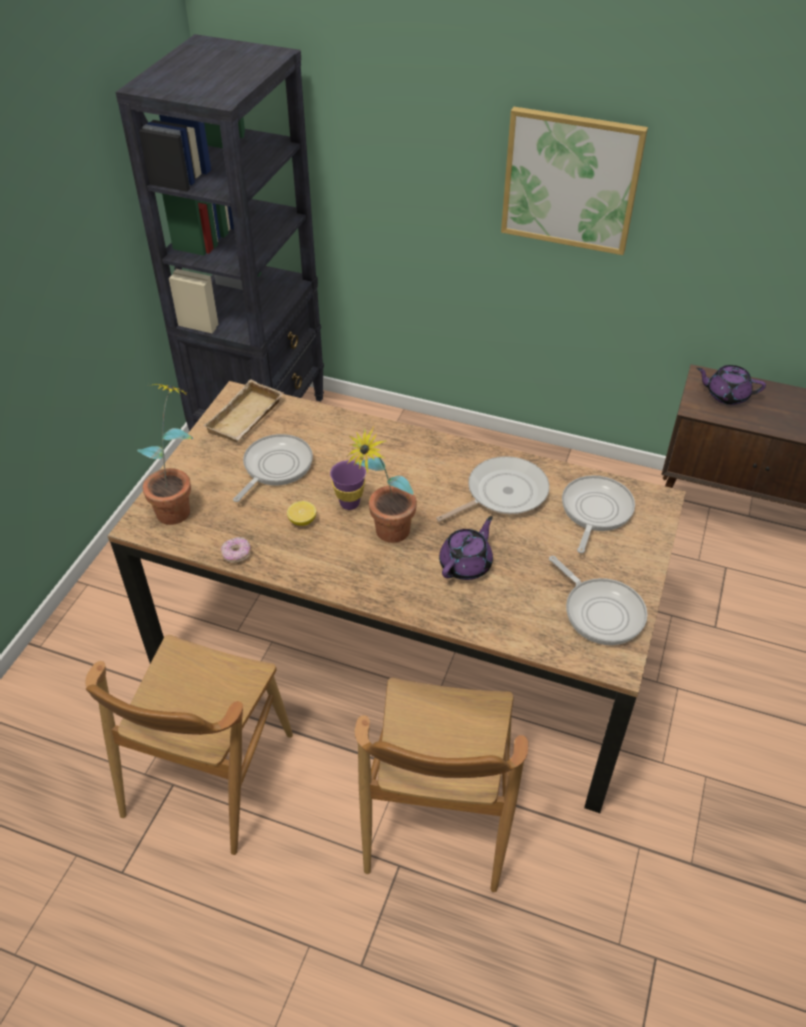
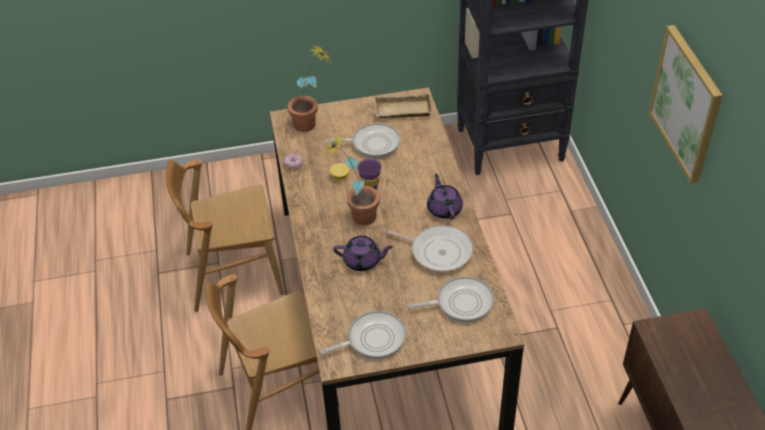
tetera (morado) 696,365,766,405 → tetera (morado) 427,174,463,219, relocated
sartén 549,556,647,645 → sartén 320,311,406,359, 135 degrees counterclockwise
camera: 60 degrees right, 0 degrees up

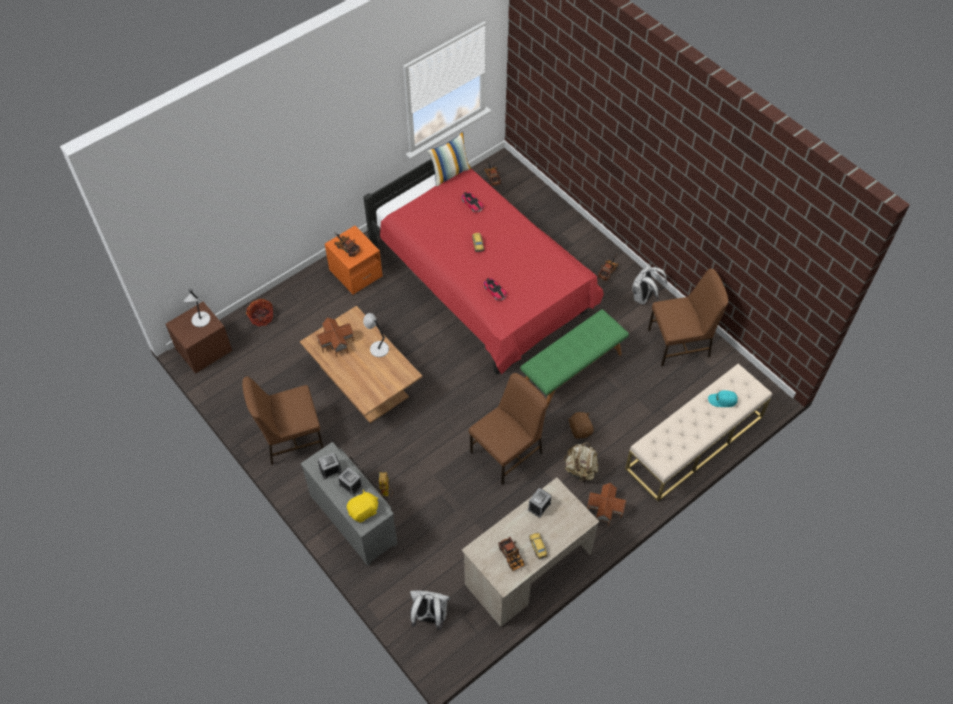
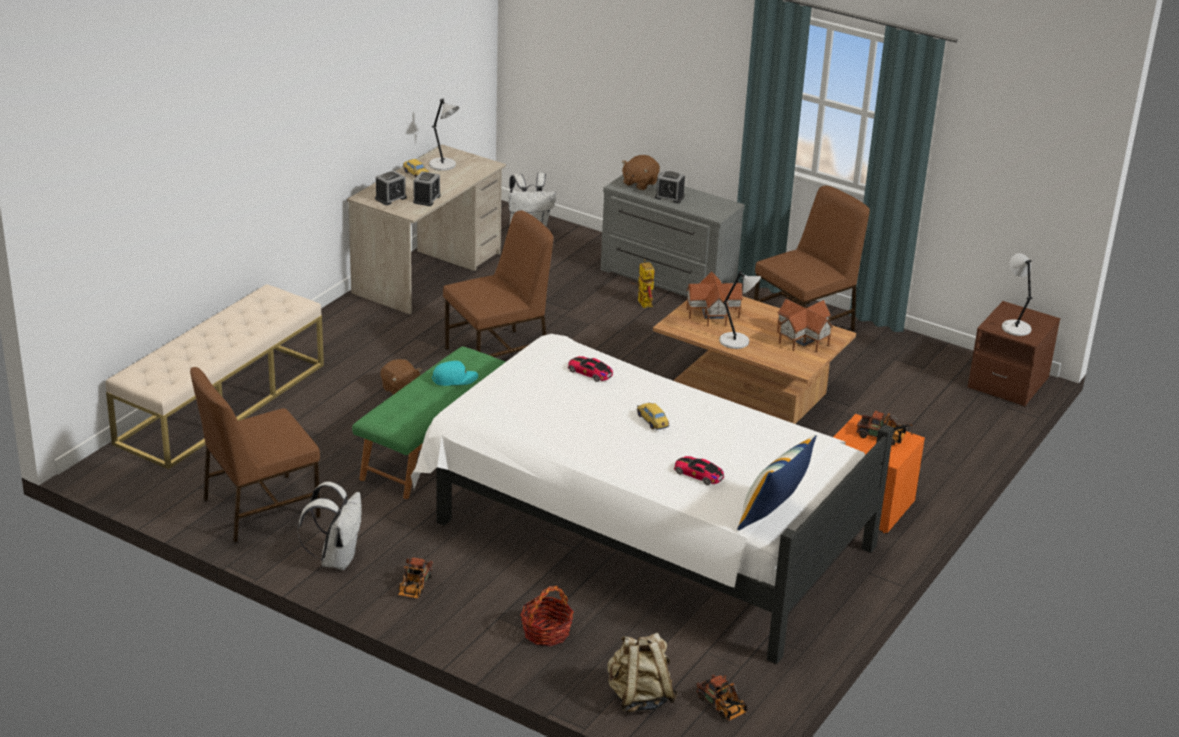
cama (rojo) 363,159,604,375 → cama (blanco) 411,334,894,664
cesta 246,299,273,327 → cesta 520,586,574,646, relocated
silla (marrón) 469,373,547,485 → silla (marrón) 443,210,554,357, 150 degrees counterclockwise
gorra (turquesa) 708,390,738,407 → gorra (turquesa) 432,361,478,386, relocated
mochila (beis) 564,443,599,482 → mochila (beis) 607,633,678,713, relocated
despertador 318,453,342,479 → despertador 375,170,407,205, relocated
casita 587,483,626,526 → casita 686,272,743,327, relocated
peluche (amarillo) 347,489,378,523 → peluche (marrón) 622,155,660,190
camión de juguete 498,537,525,571 → lámpara de mesa (gris) 429,98,459,171
camera: 160 degrees right, 25 degrees down

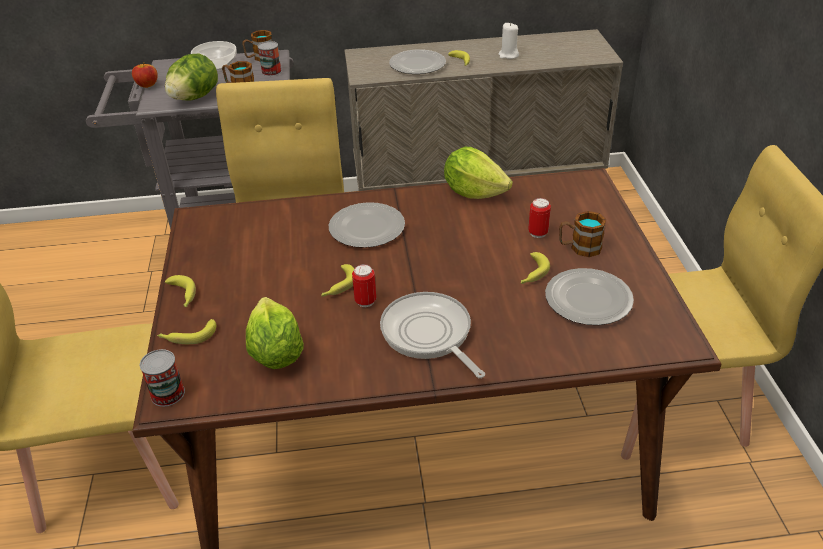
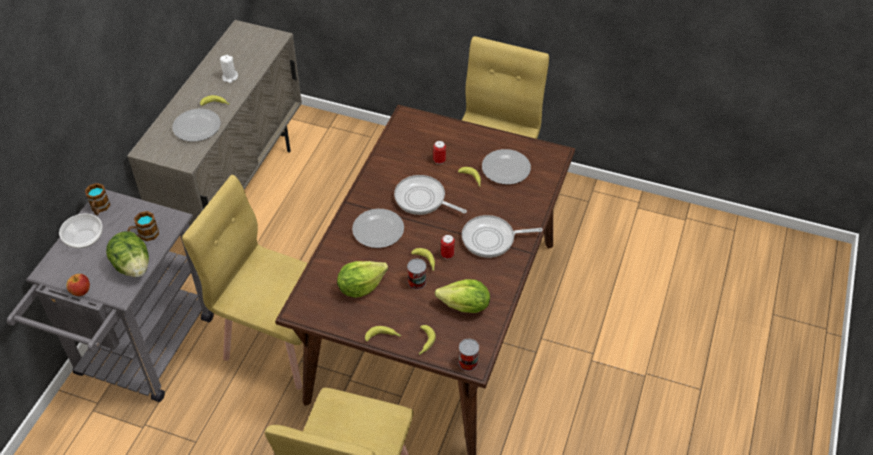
lata 258,41,282,76 → lata 407,259,426,290, relocated
lechuga 444,147,513,199 → lechuga 337,261,388,298, relocated
taza grande 559,211,606,257 → -
- → sartén 394,175,467,215
camera: 65 degrees left, 10 degrees up

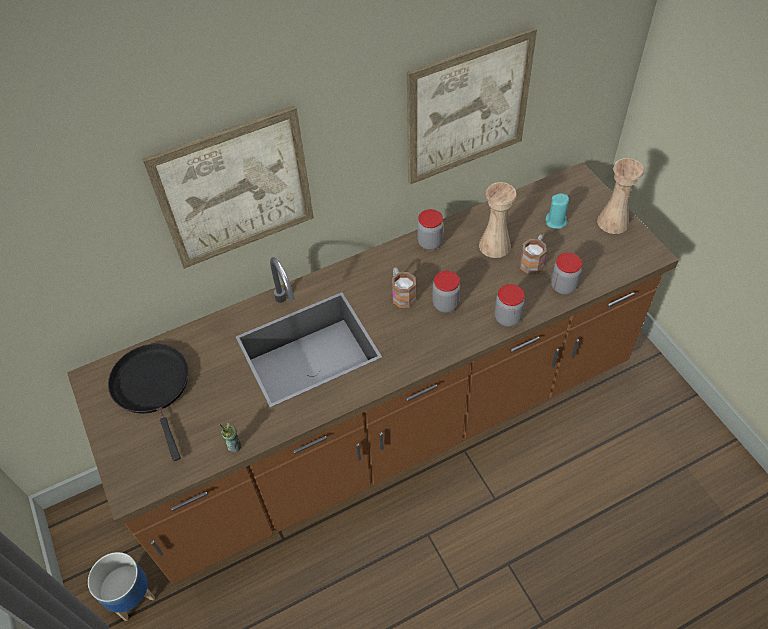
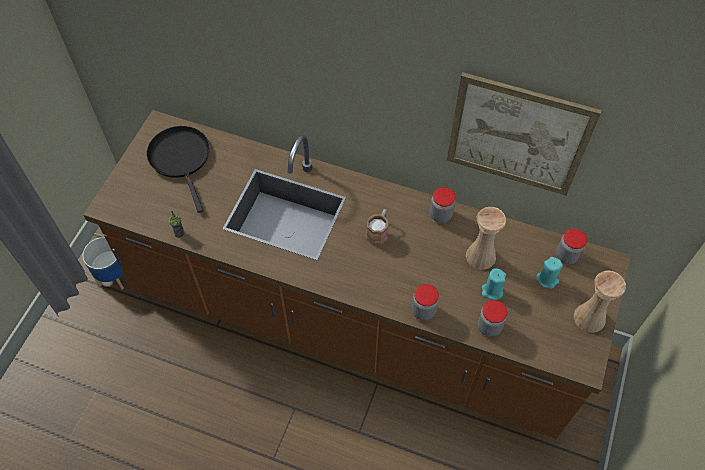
cuadro 142,105,314,269 → -
taza grande 520,234,547,274 → vela (turquesa) 482,268,506,300
tarro 432,270,461,313 → tarro 556,228,587,265, relocated
sartén (negro) 108,344,189,461 → sartén (negro) 147,126,210,213, 45 degrees counterclockwise
camera: 45 degrees right, 5 degrees up

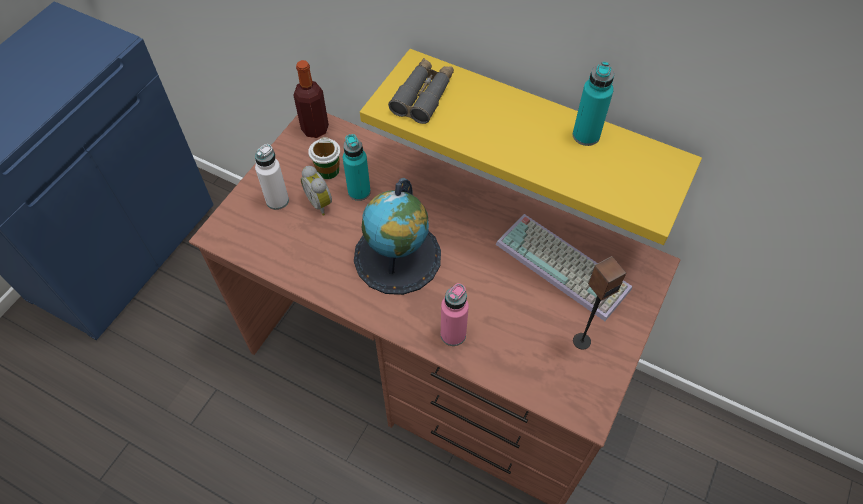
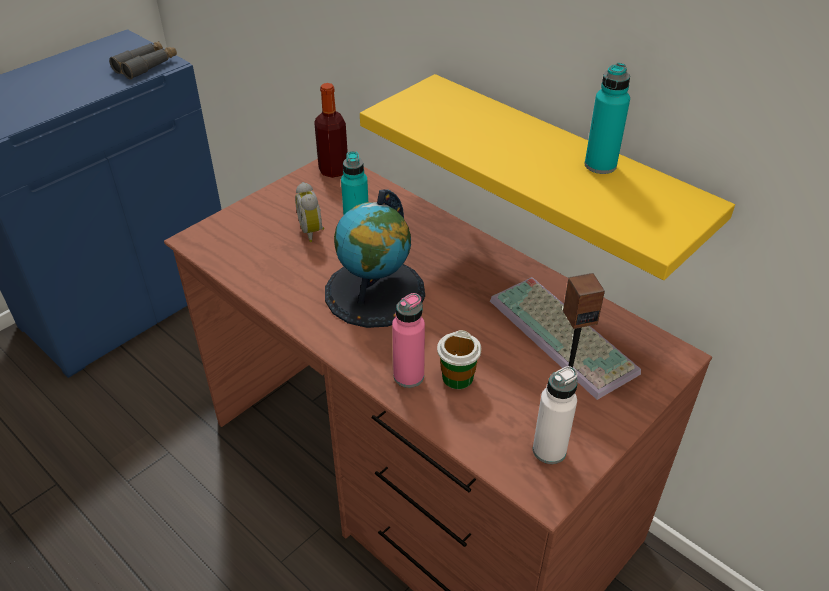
prismáticos (gris) 388,58,454,124 → prismáticos (gris) 109,41,177,80, relocated
taza 308,137,340,179 → taza 437,330,481,389, relocated
botella (blanco) 255,144,289,210 → botella (blanco) 533,366,578,464, relocated
camera: 15 degrees right, 15 degrees down

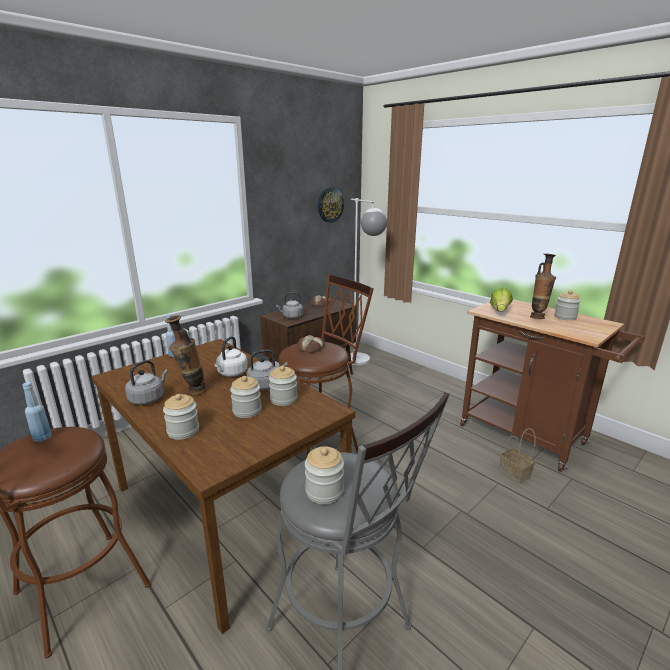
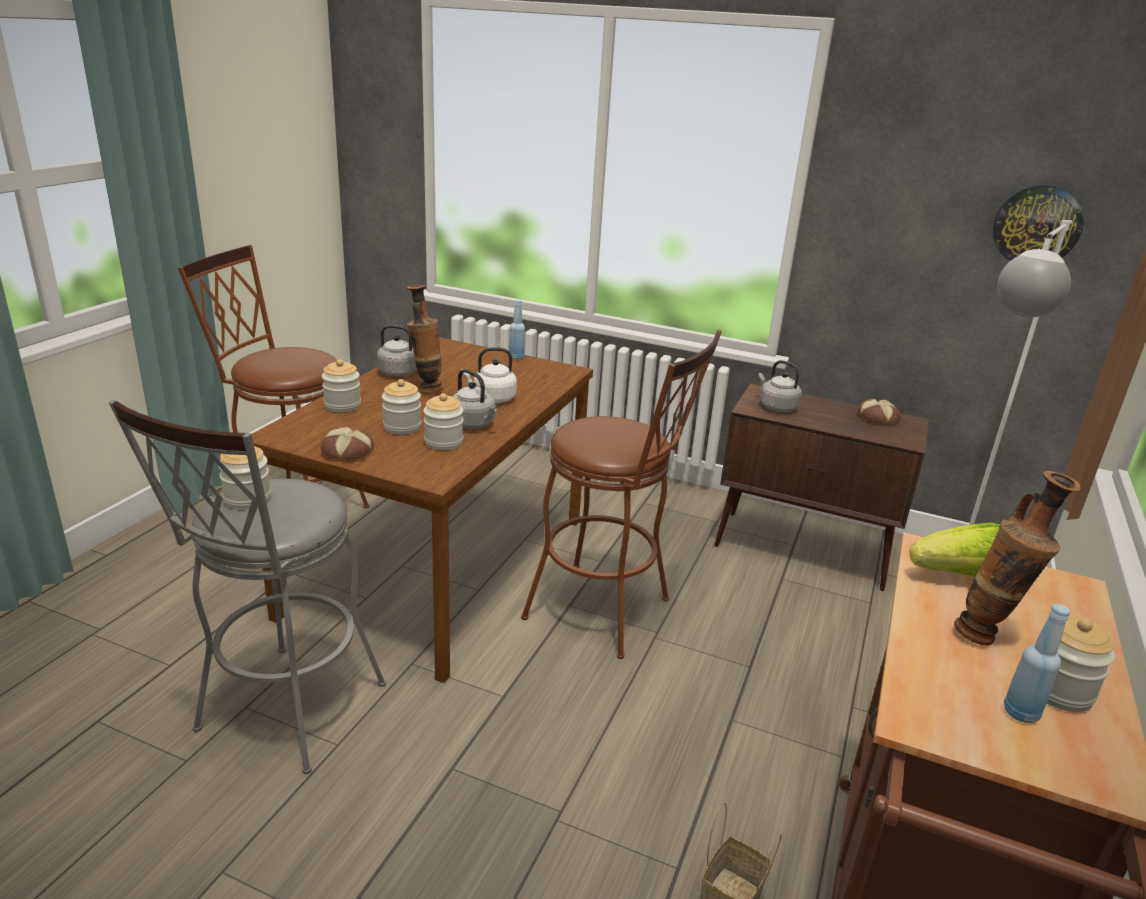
pan 297,335,325,353 → pan 321,427,374,460, relocated
botella (azul) 22,382,52,442 → botella (azul) 1004,604,1070,723, relocated
camera: 65 degrees right, 5 degrees up

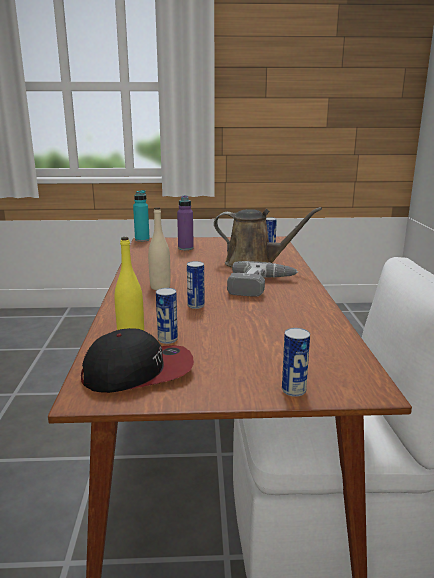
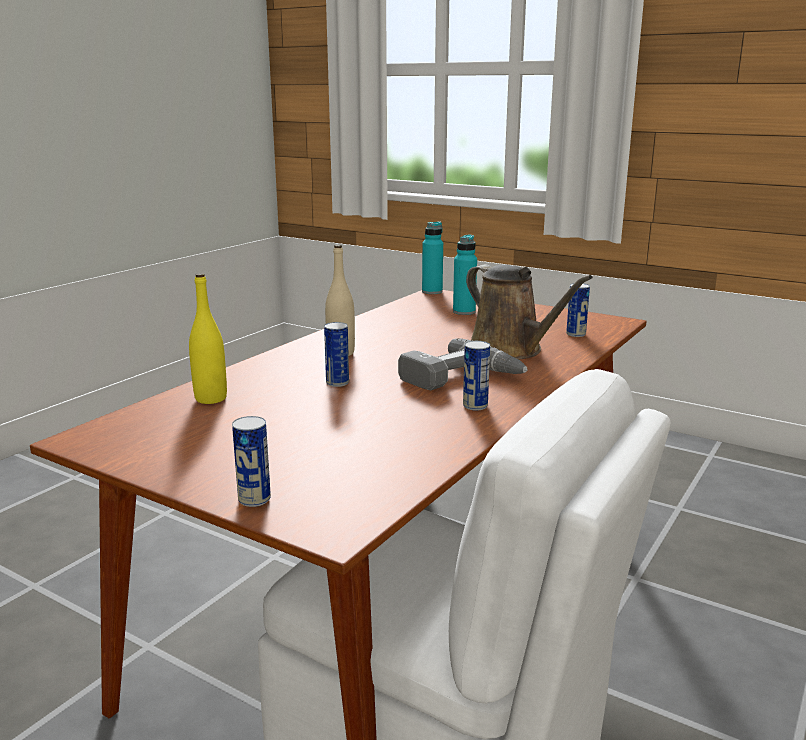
botella (morado) 177,195,194,250 → botella (turquesa) 453,235,477,315
lata 156,288,178,344 → lata 463,341,490,410, relocated
gorra 81,328,194,393 → -
camera: 35 degrees right, 0 degrees up

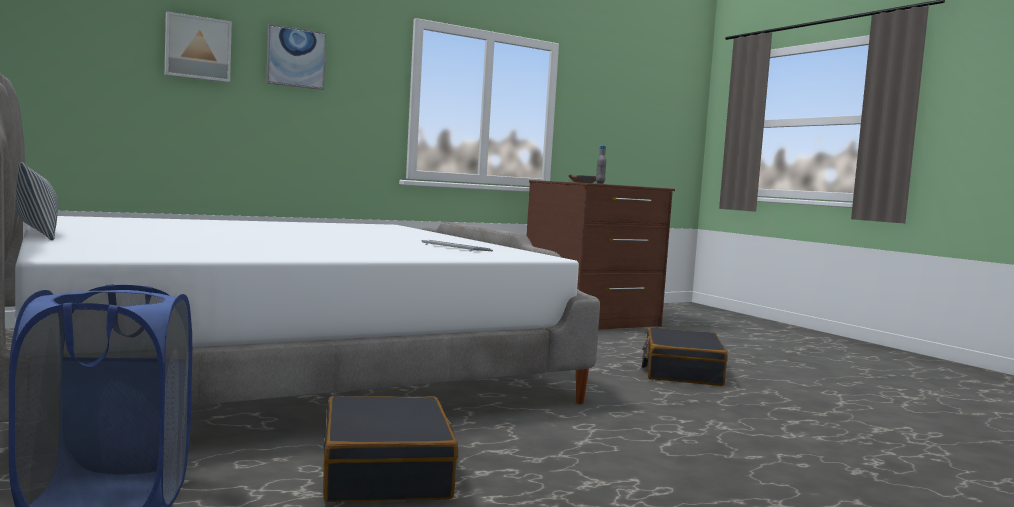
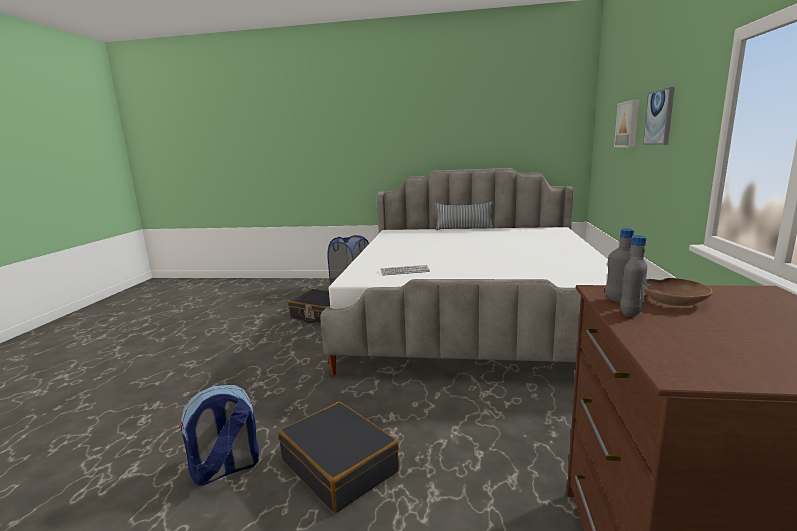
- → botella (gris) 620,235,647,317
- → mochila 179,385,259,486
camera: 130 degrees right, 10 degrees up

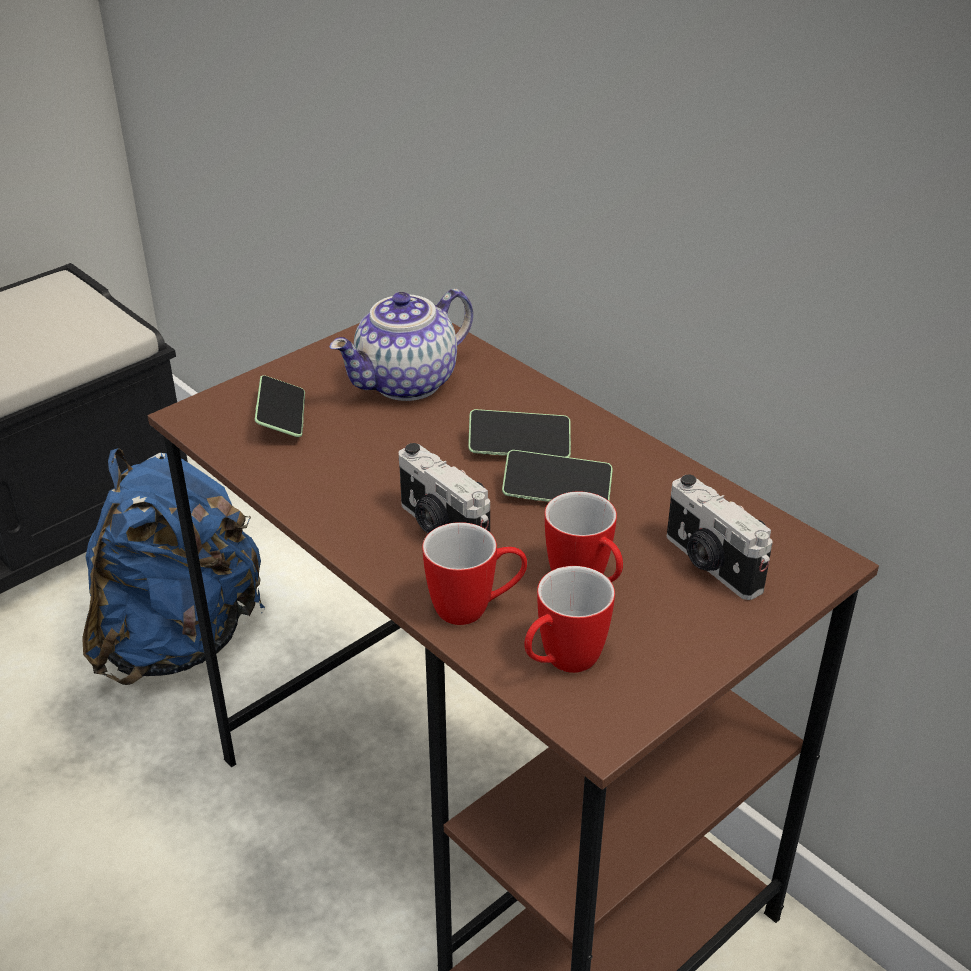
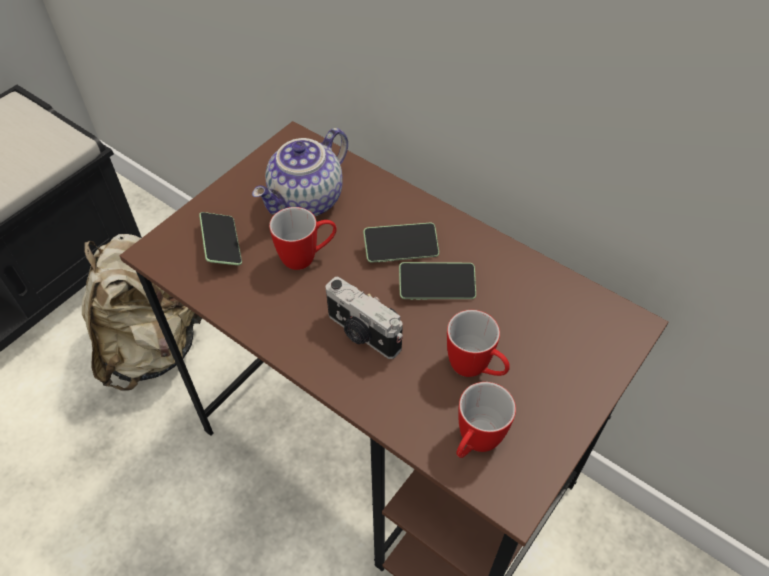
mochila (azul) 82,448,265,685 → mochila (beis) 82,234,202,391
cámara 667,475,773,600 → -
taza grande 422,522,527,625 → taza grande 269,207,337,270, relocated
camera: 10 degrees left, 15 degrees up

